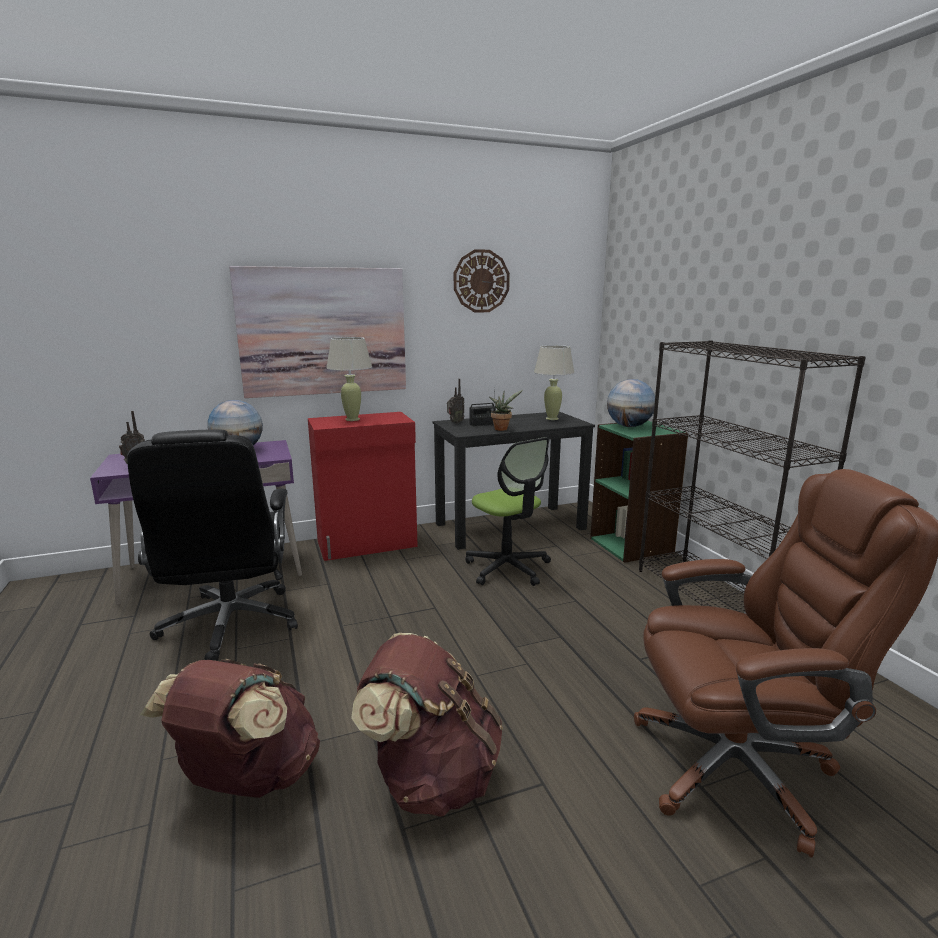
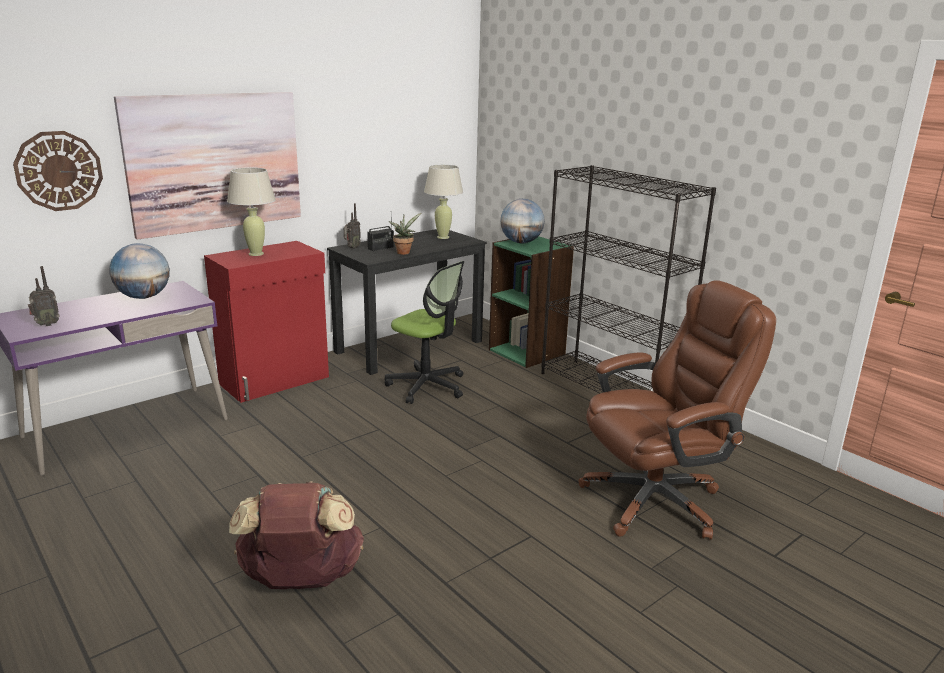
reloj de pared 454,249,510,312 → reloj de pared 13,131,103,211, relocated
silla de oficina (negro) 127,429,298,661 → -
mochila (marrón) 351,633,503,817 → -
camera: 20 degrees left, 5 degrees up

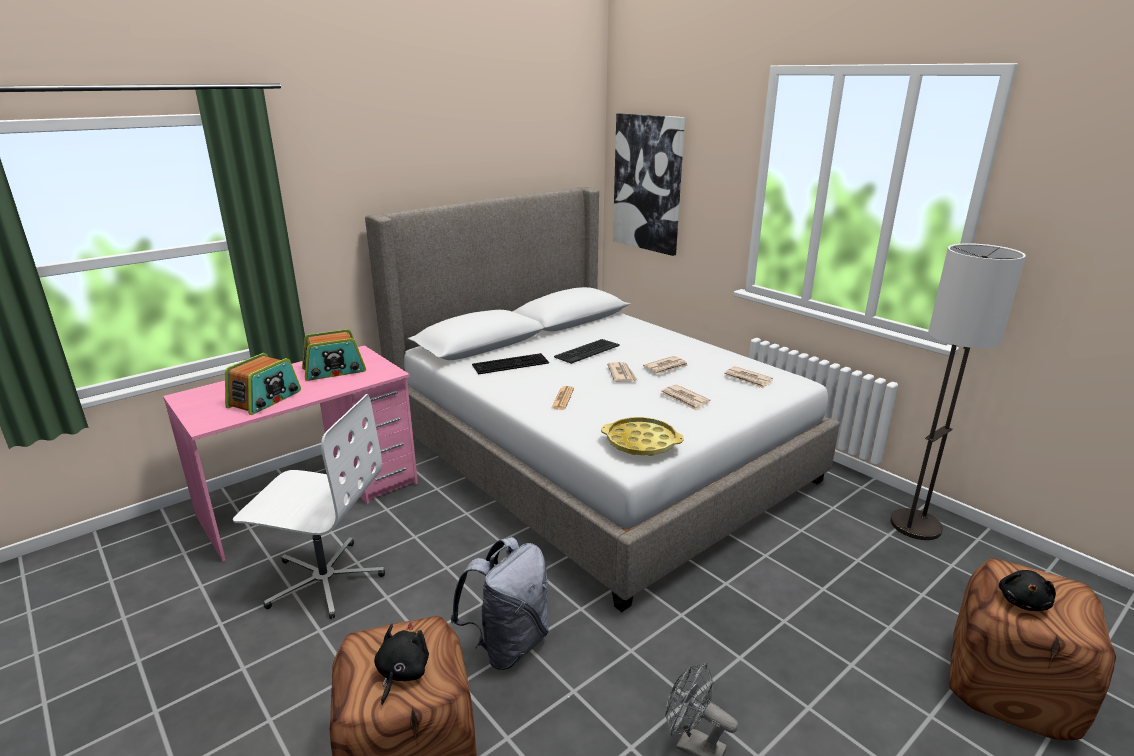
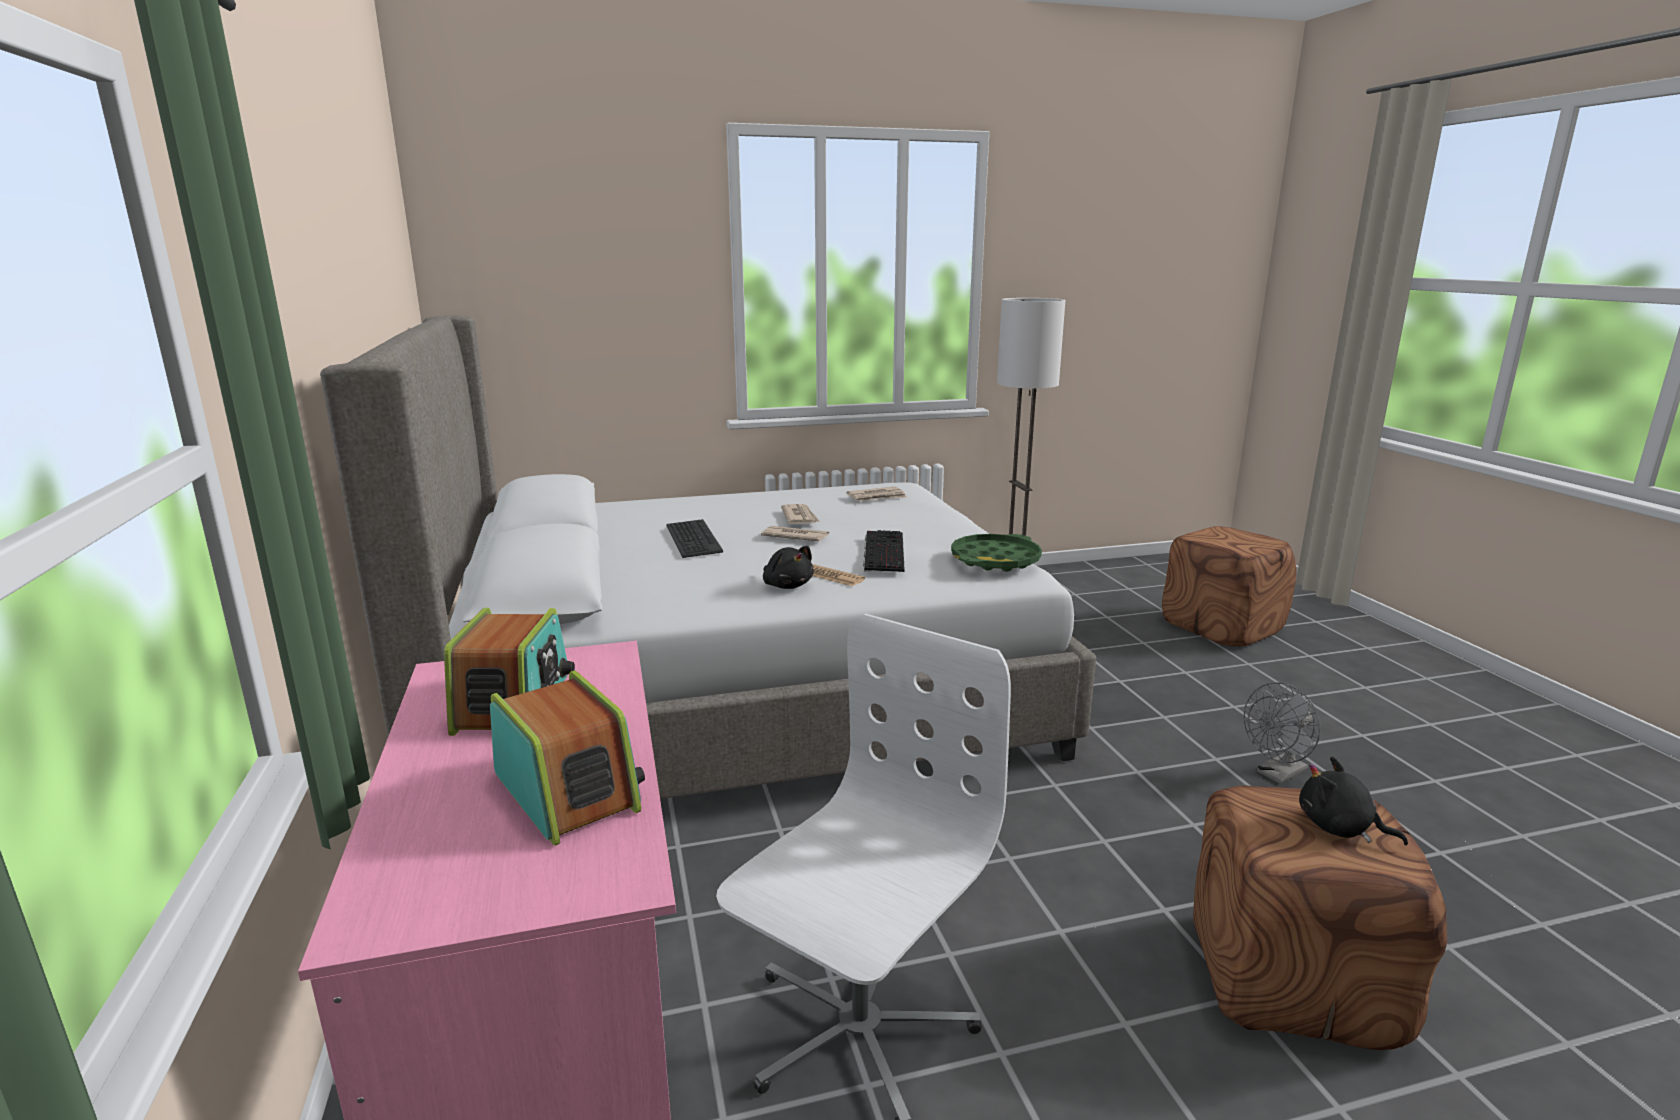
cuadro 613,113,685,256 → -
teclado 472,353,549,375 → teclado 863,530,905,572, relocated
periódico 660,384,710,411 → -
bandeja (amarillo) 601,417,684,456 → bandeja (verde) 951,534,1042,572
mochila (gris) 451,537,549,670 → -
peluche (negro) 999,570,1056,611 → peluche (negro) 763,546,814,589, relocated
camera: 65 degrees left, 5 degrees down

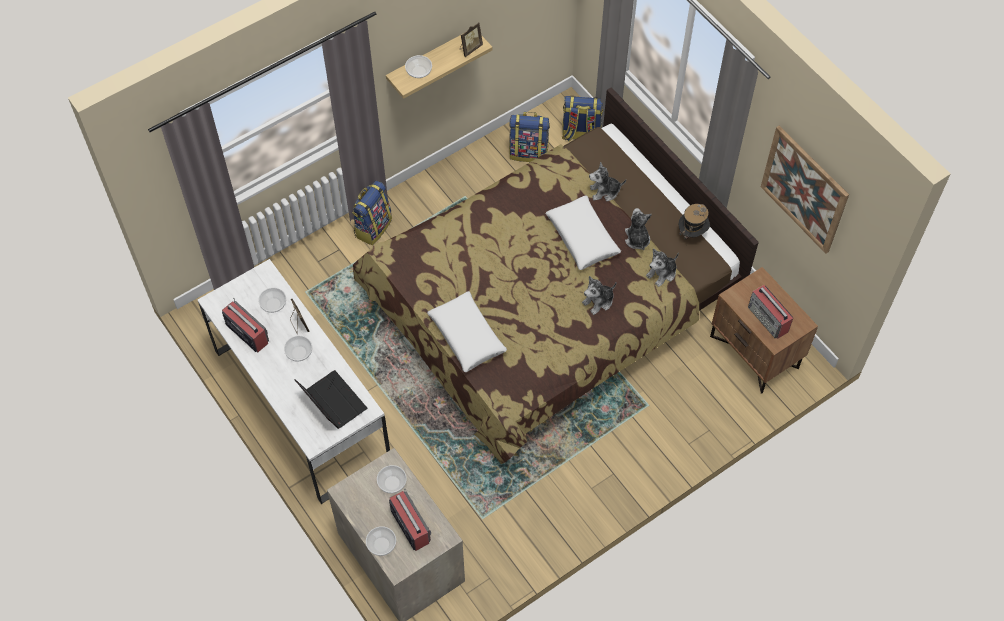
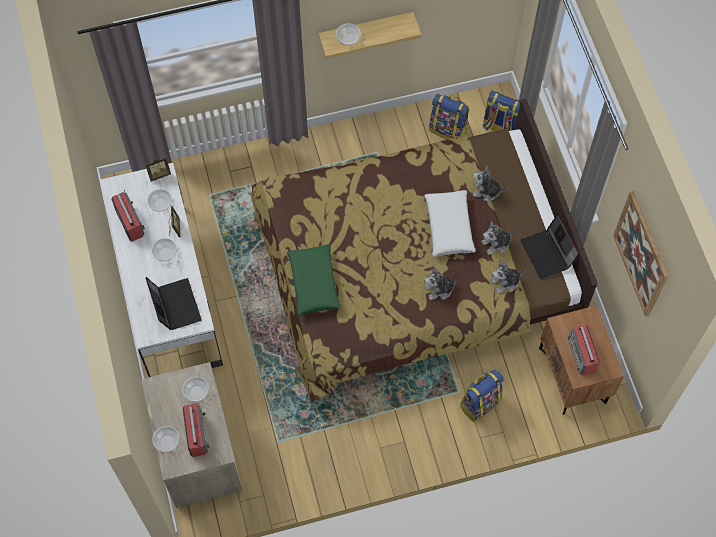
portarretratos 460,22,483,57 → portarretratos 146,158,171,182, relocated
mochila 352,181,392,245 → mochila 461,370,504,422, relocated
sombrero 678,204,710,240 → portátil 520,214,579,279
peluche 625,208,652,250 → peluche 481,221,515,255, 120 degrees counterclockwise
cojín (blanco) 427,291,507,372 → cojín (verde) 287,244,341,316
camera: 20 degrees right, 5 degrees up

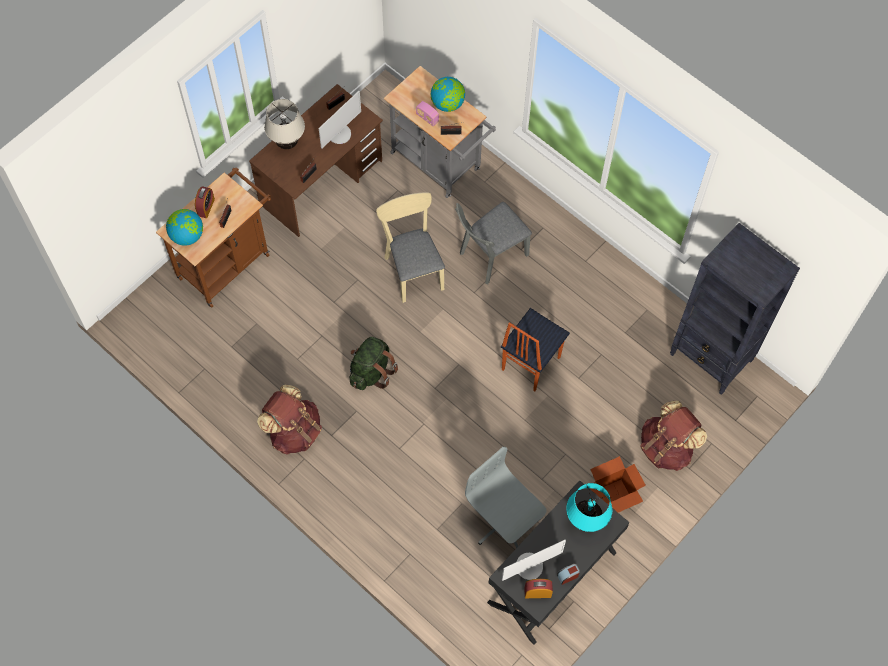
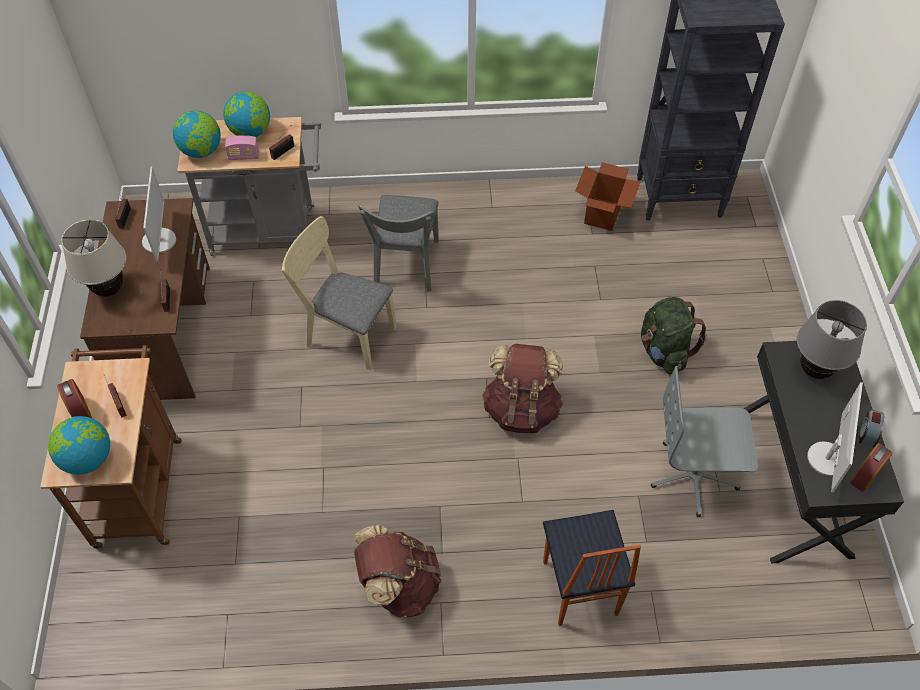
silla 501,308,570,391 → silla 543,510,641,626, relocated
mochila (verde) 350,337,398,390 → mochila (verde) 641,297,707,374, relocated
mochila (marrón) 640,400,707,471 → mochila (marrón) 482,344,563,433, relocated
caja de cartón 589,456,646,513 → caja de cartón 575,162,641,231, relocated
lámpara de mesa (turquesa) 566,483,612,532 → lámpara de mesa (gris) 797,300,867,379
- → globo terráqueo 173,111,221,158
camera: 45 degrees left, 10 degrees down

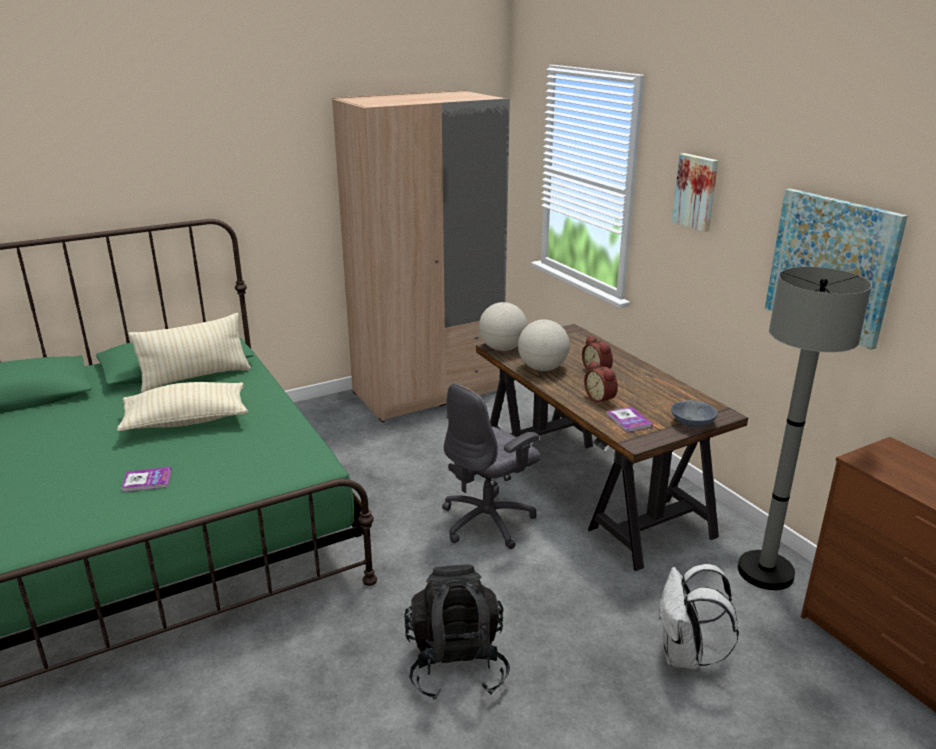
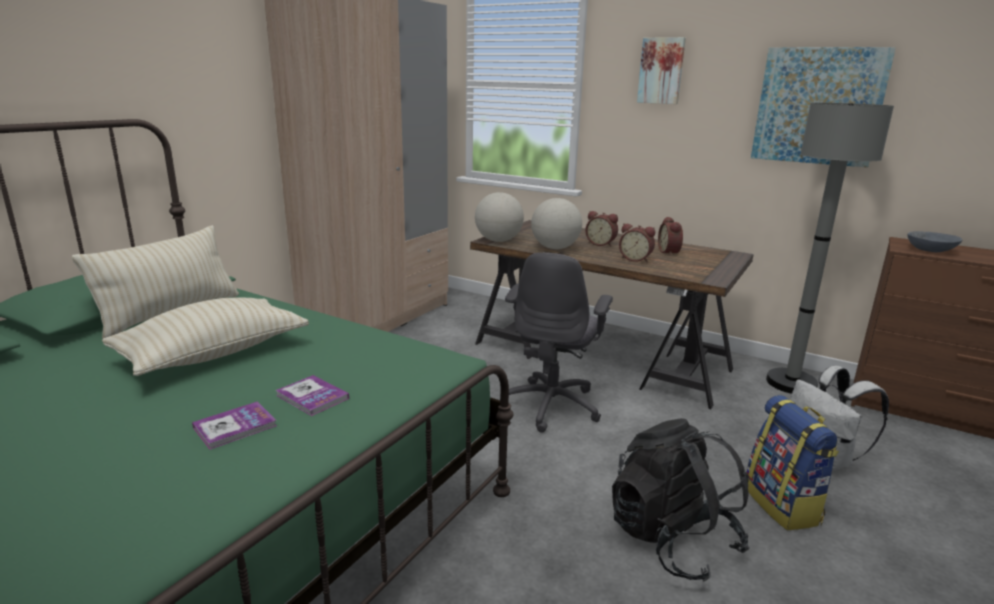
cuenco (gris) 671,400,718,427 → cuenco (gris) 908,231,963,252, relocated
libro 607,407,653,432 → libro 276,375,349,416, relocated
- → despertador 658,217,683,256
- → mochila 747,395,839,530
camera: 30 degrees left, 5 degrees down

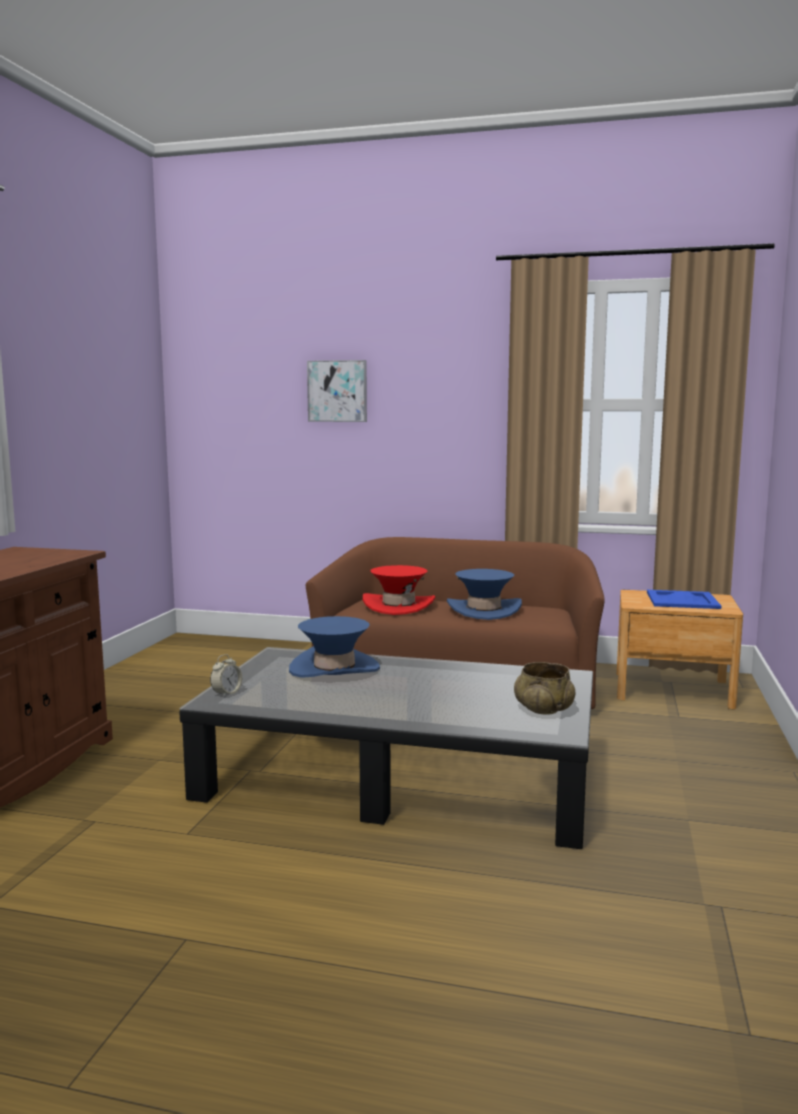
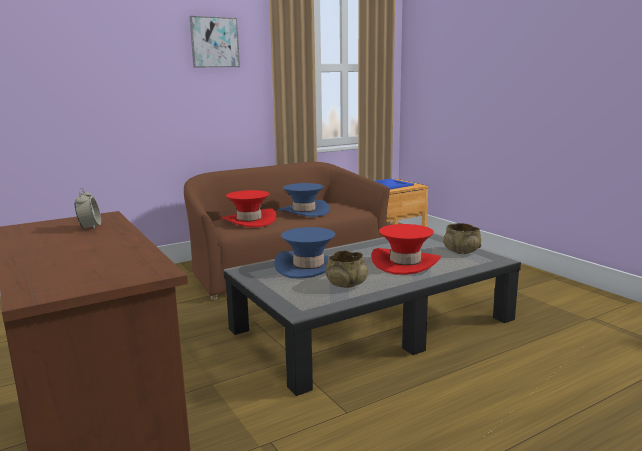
cuadro 307,360,367,422 → cuadro 189,16,240,67, relocated
despertador 210,654,242,697 → despertador 75,188,101,230, relocated
- → sombrero (rojo) 371,224,441,275
- → cuenco (beis) 325,250,368,288
camera: 45 degrees left, 5 degrees up

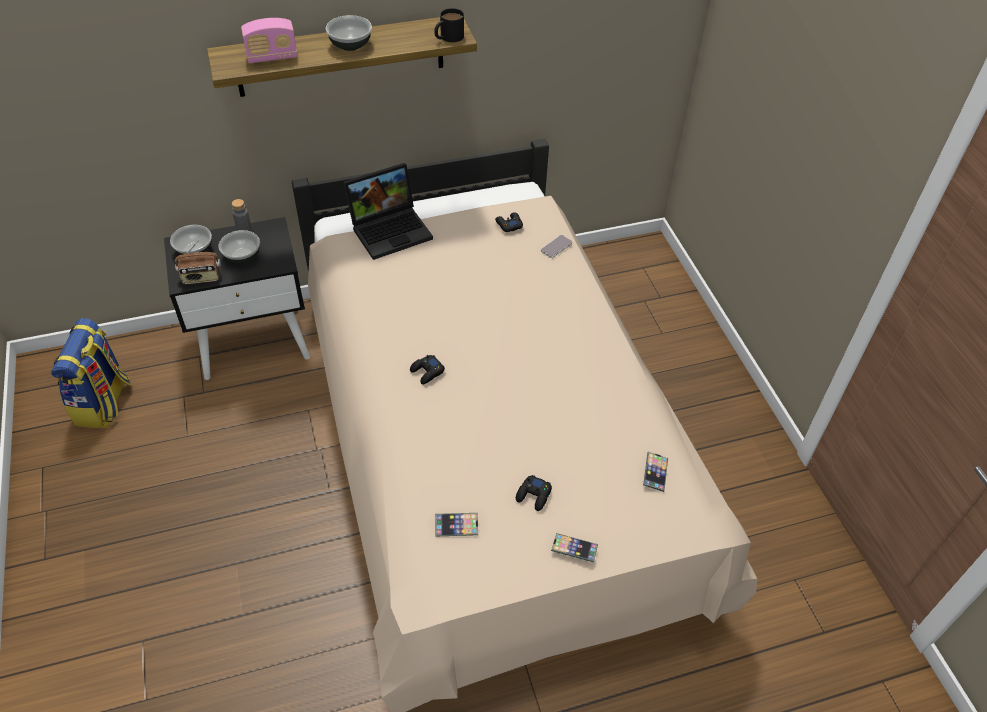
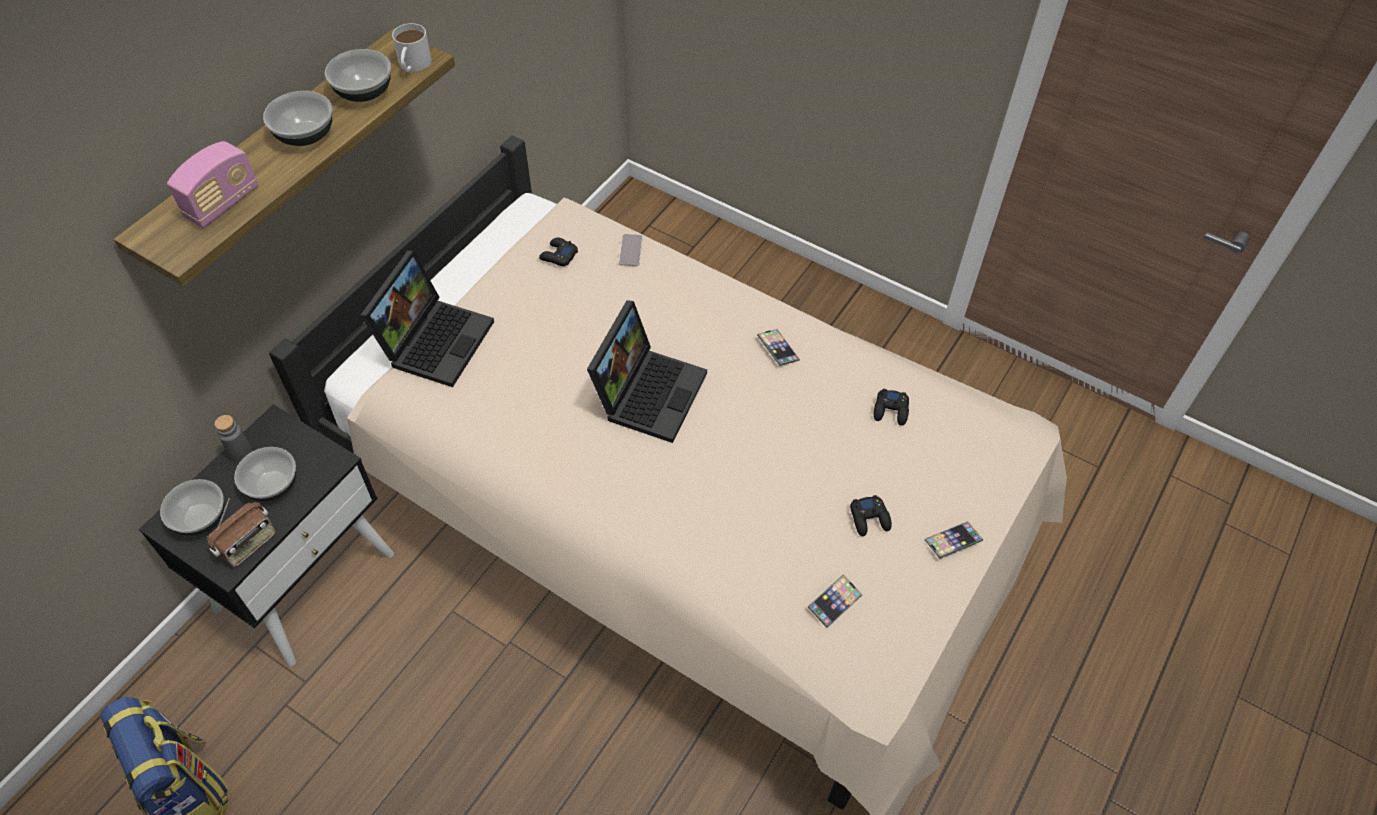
taza grande (negro) 434,8,464,42 → taza grande (blanco) 392,23,432,73
mando de consola (negro) 410,355,445,384 → mando de consola (negro) 874,389,909,426, relocated
móvil 643,451,668,492 → móvil 757,329,800,366, relocated
- → cuenco 325,49,391,102
- → portátil 587,300,707,443
camera: 40 degrees left, 5 degrees up

